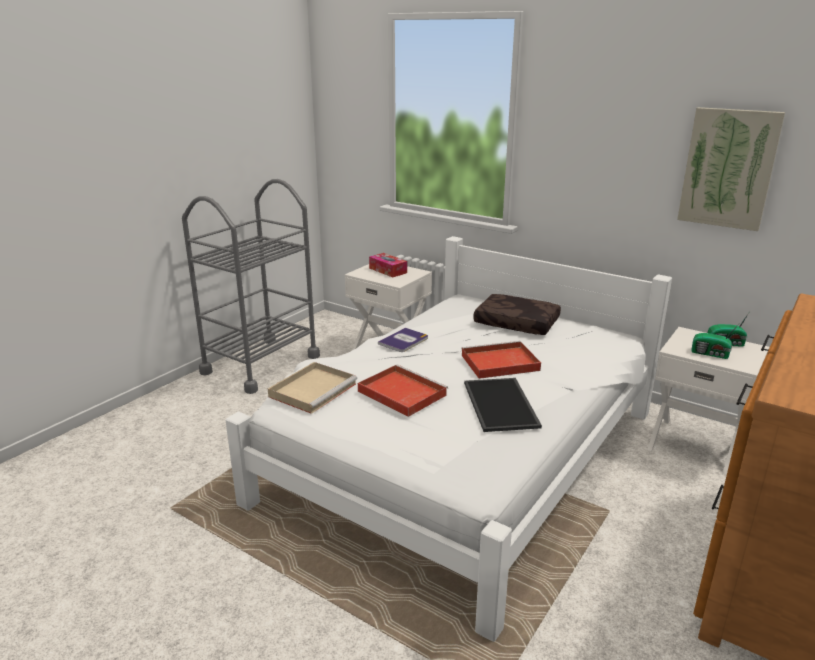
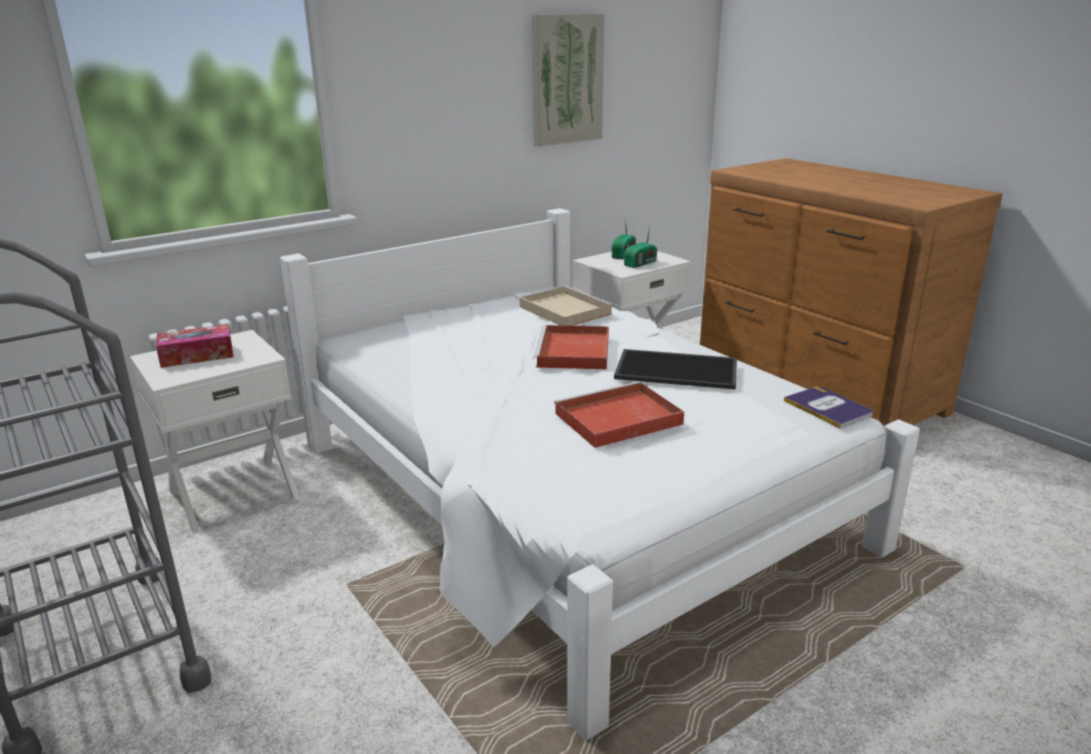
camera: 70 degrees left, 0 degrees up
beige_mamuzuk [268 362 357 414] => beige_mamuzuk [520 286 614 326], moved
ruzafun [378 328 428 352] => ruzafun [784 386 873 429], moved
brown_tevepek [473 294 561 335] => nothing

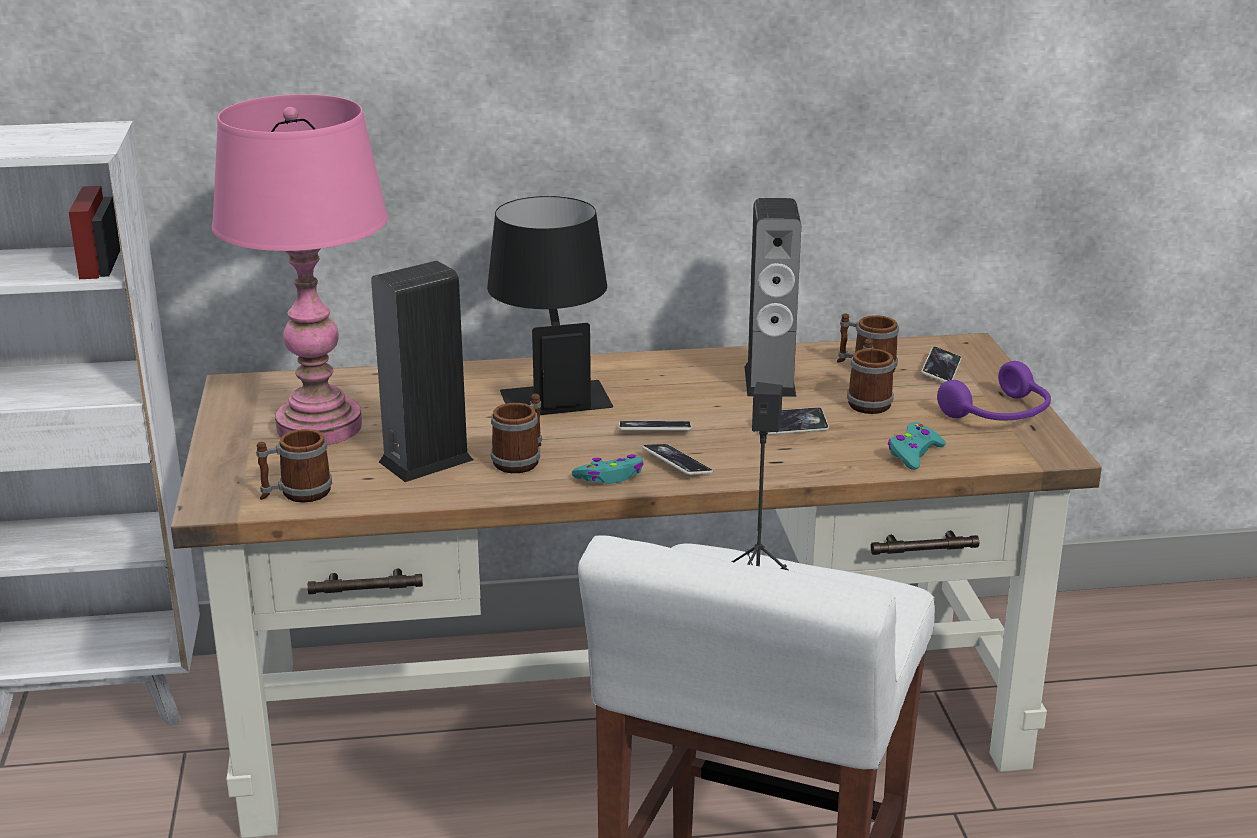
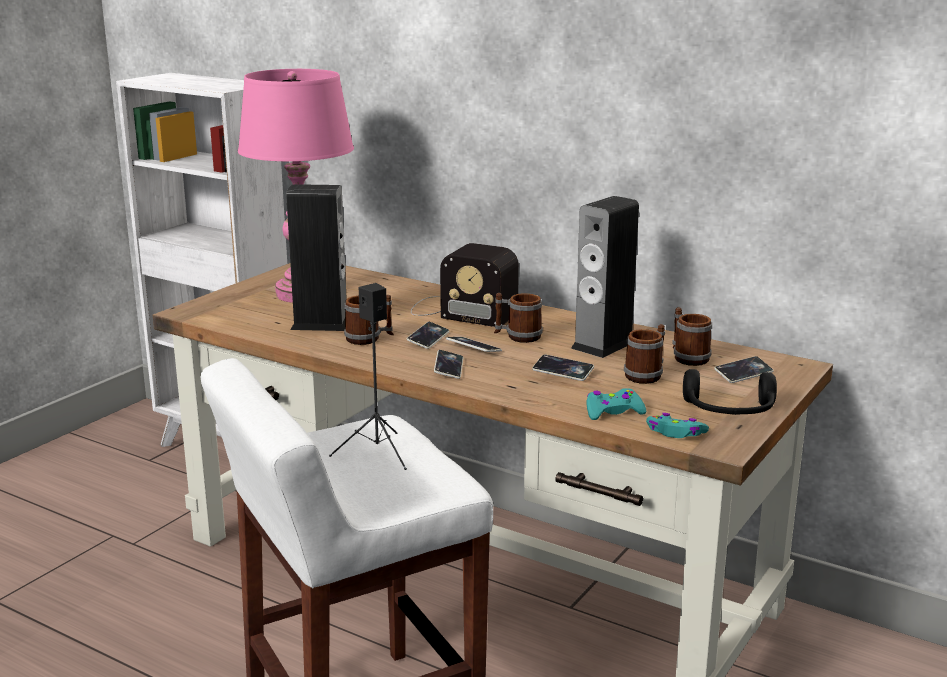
camera: 40 degrees right, 5 degrees down
nothing => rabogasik [407 322 450 349]
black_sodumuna [487 196 613 415] => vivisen [411 243 519 327]
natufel [256 429 332 503] => natufel [494 293 543 343], moved
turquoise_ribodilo [572 454 644 484] => turquoise_ribodilo [646 413 709 438], moved
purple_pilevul [937 361 1051 421] => black_pilevul [683 369 777 415]

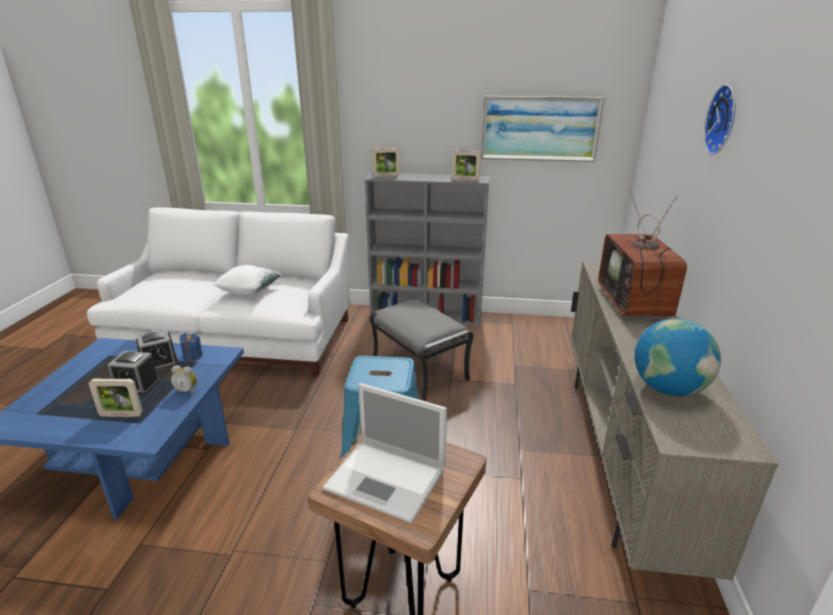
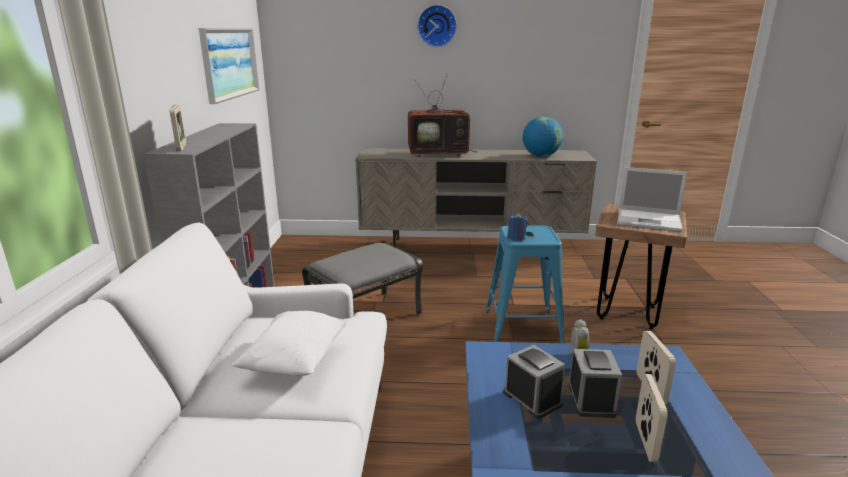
camera: 95 degrees left, 5 degrees down
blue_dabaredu [179 333 203 361] => blue_dabaredu [507 213 528 241], moved
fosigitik [323 383 447 524] => fosigitik [617 167 687 232], 90 degrees clockwise
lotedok [452 151 481 180] => lotedok [636 374 667 462], moved

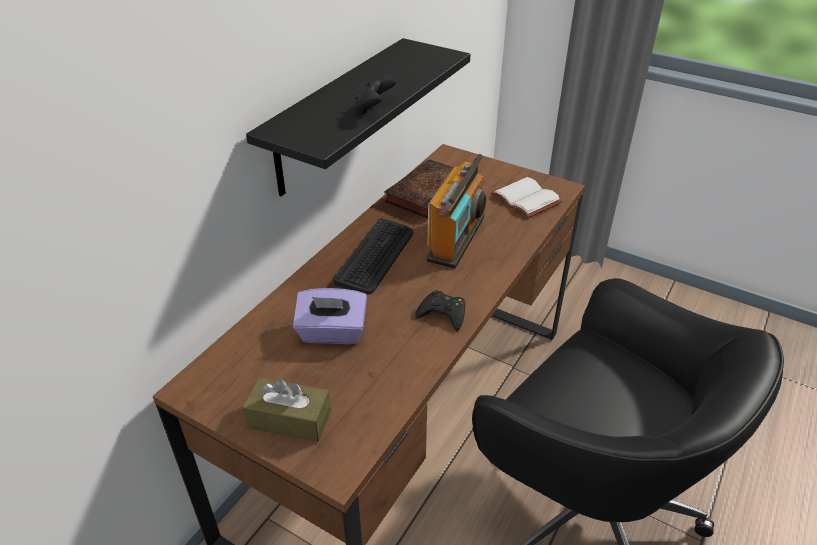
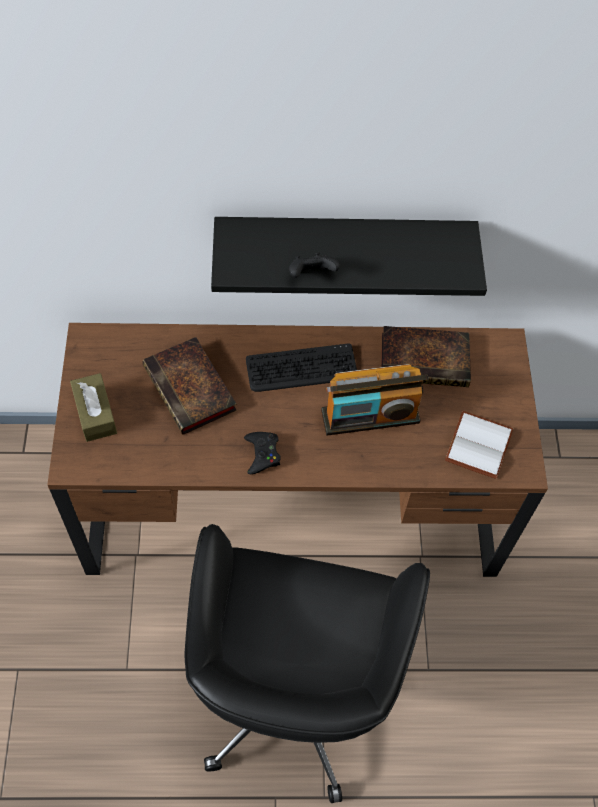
camera: 55 degrees right, 20 degrees up
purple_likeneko [293 288 367 344] => ruzafun [142 337 237 435]

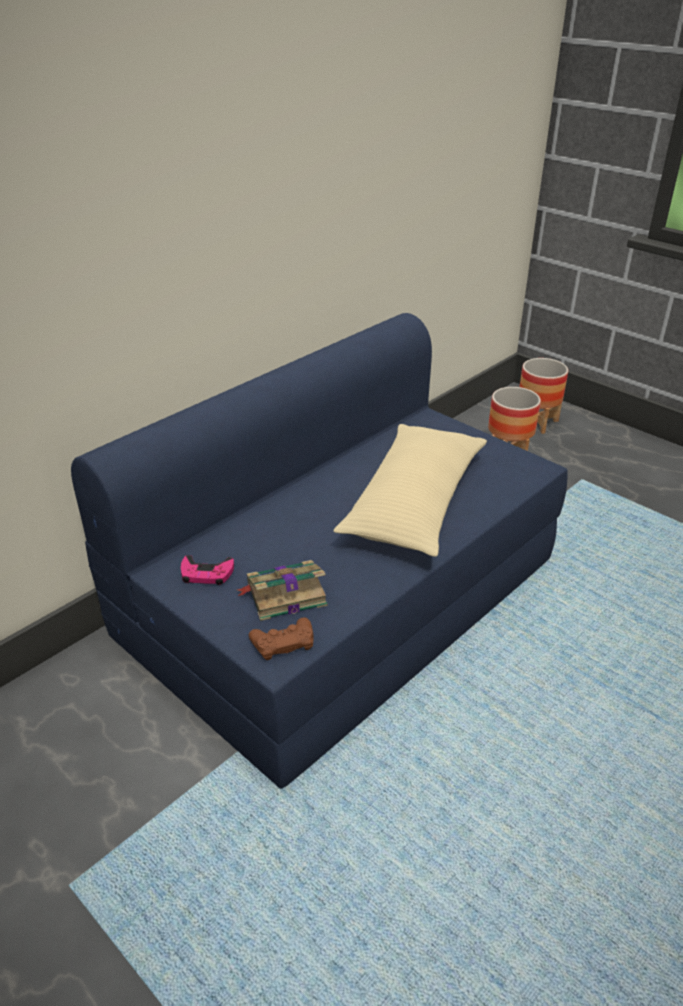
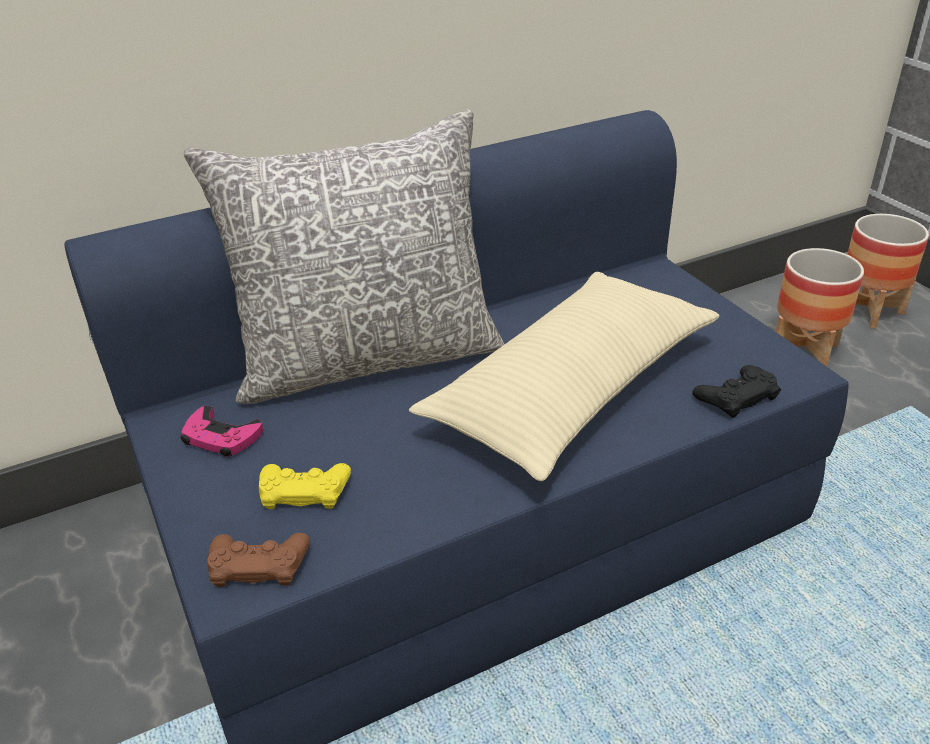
camera: 20 degrees right, 0 degrees up
nothing => grey_tevepek [184 109 505 404]
ruzafun [237 560 328 621] => yellow_ribodilo [259 463 351 509]
nothing => black_ribodilo [692 365 781 418]

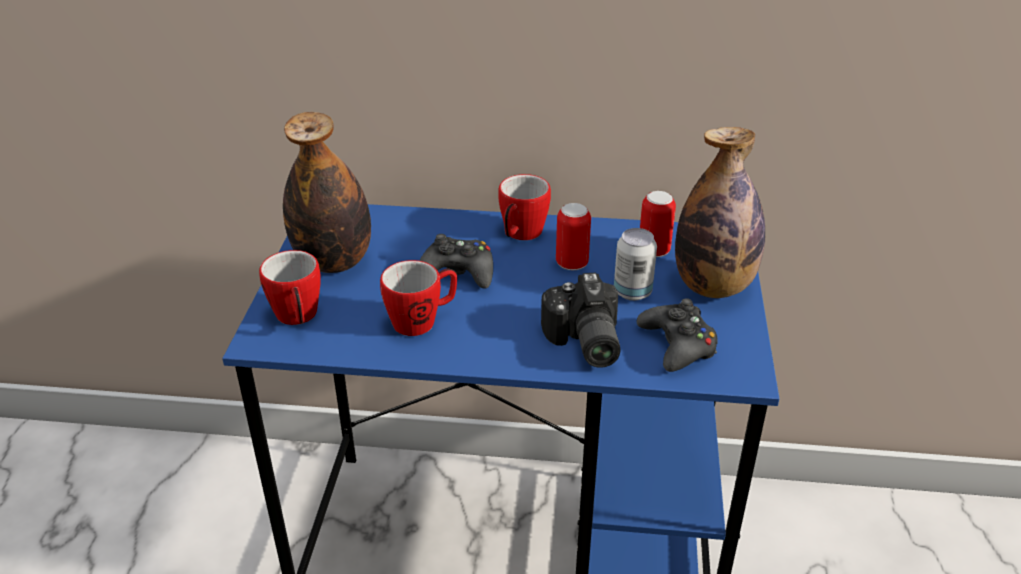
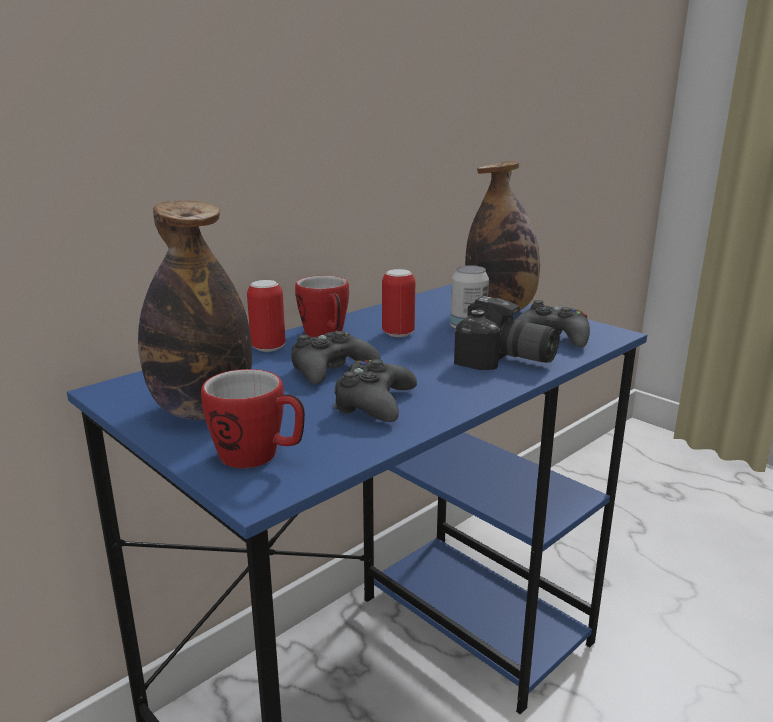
camera: 50 degrees left, 15 degrees down
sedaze [640 191 676 257] => sedaze [247 280 286 352], moved
natufel [380 260 457 336] => black_ribodilo [333 359 417 422]

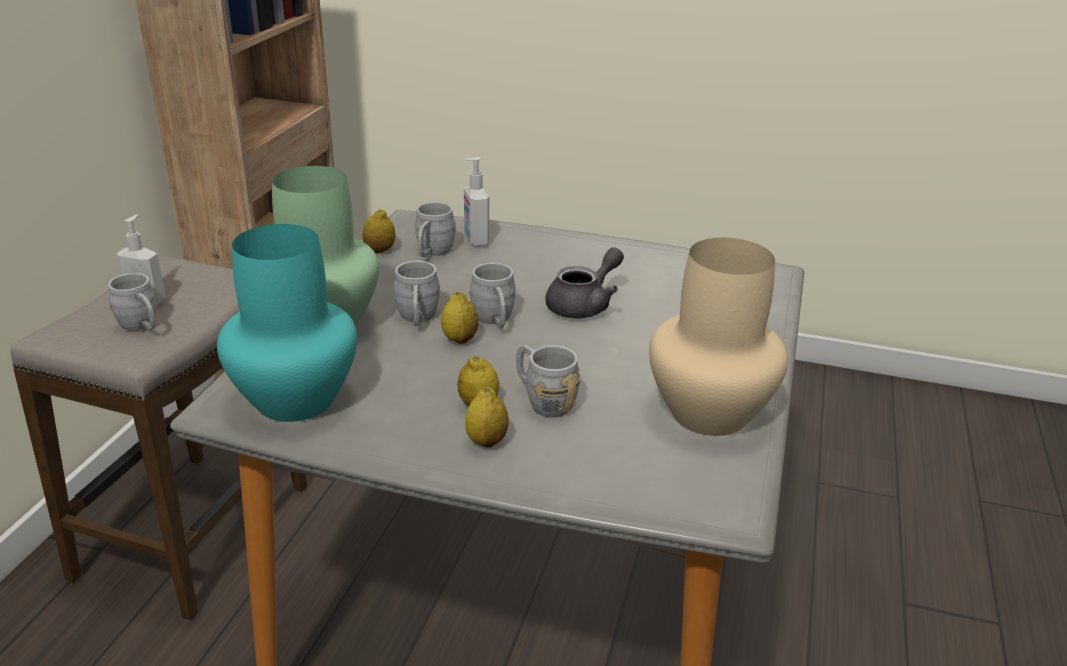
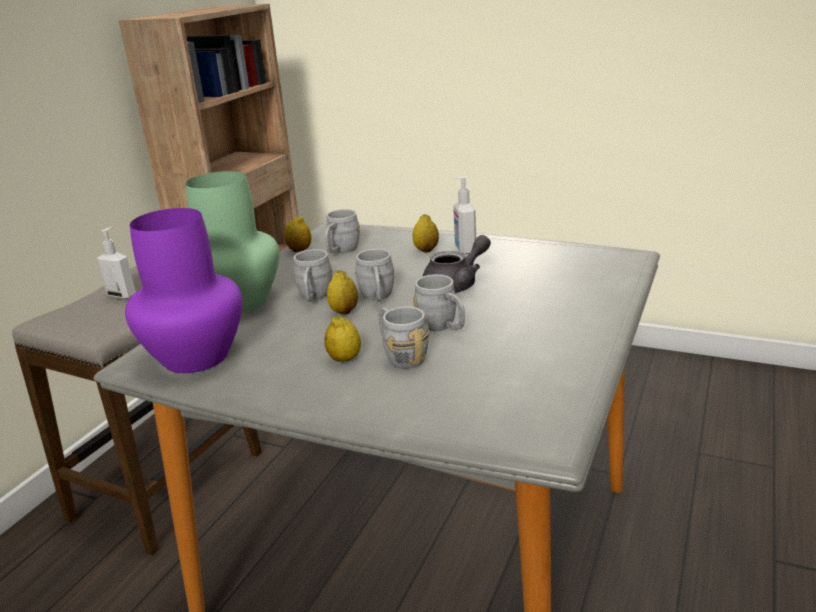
camera: 10 degrees right, 5 degrees down
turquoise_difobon [217 224 357 422] => purple_difobon [125 208 242 373]
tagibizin [465 387 508 448] => tagibizin [413 214 439 253], moved
grey_natufel [108 273 156 330] => grey_natufel [413 274 465 331], moved
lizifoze [464 157 489 246] => lizifoze [453 176 476 254], moved
beige_difobon [649 238 788 436] => nothing

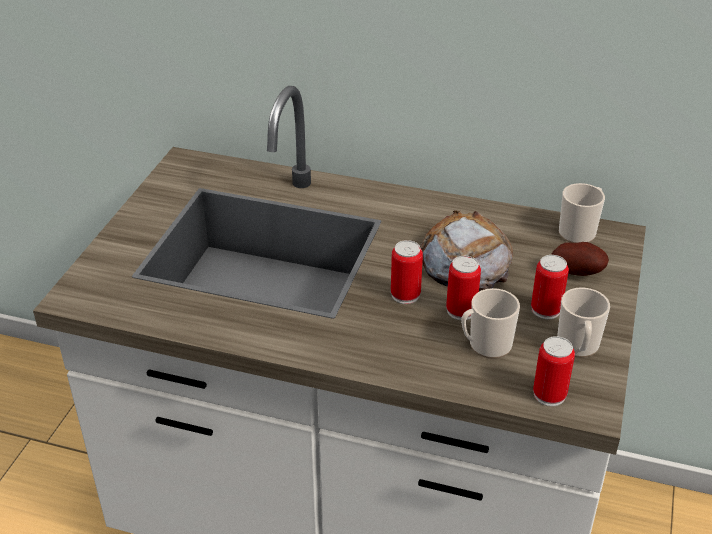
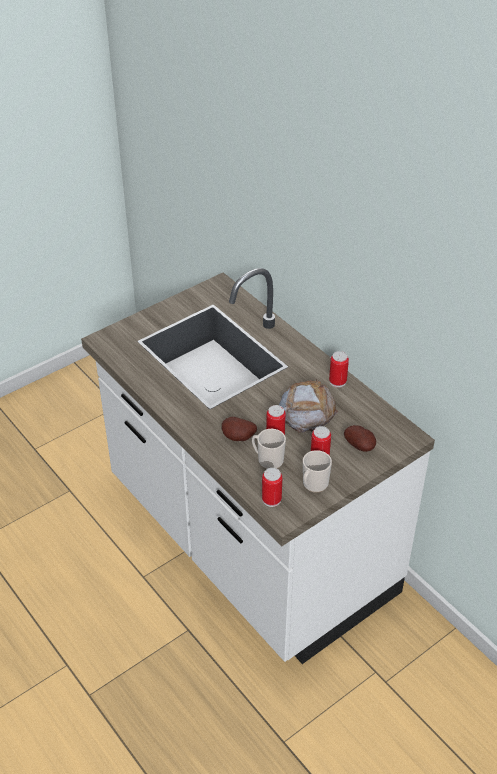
camera: 35 degrees right, 5 degrees up
nothing => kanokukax [222 417 257 441]
sedaze [391 240 423 304] => sedaze [329 351 349 388], moved
natufel [559 183 605 243] => nothing

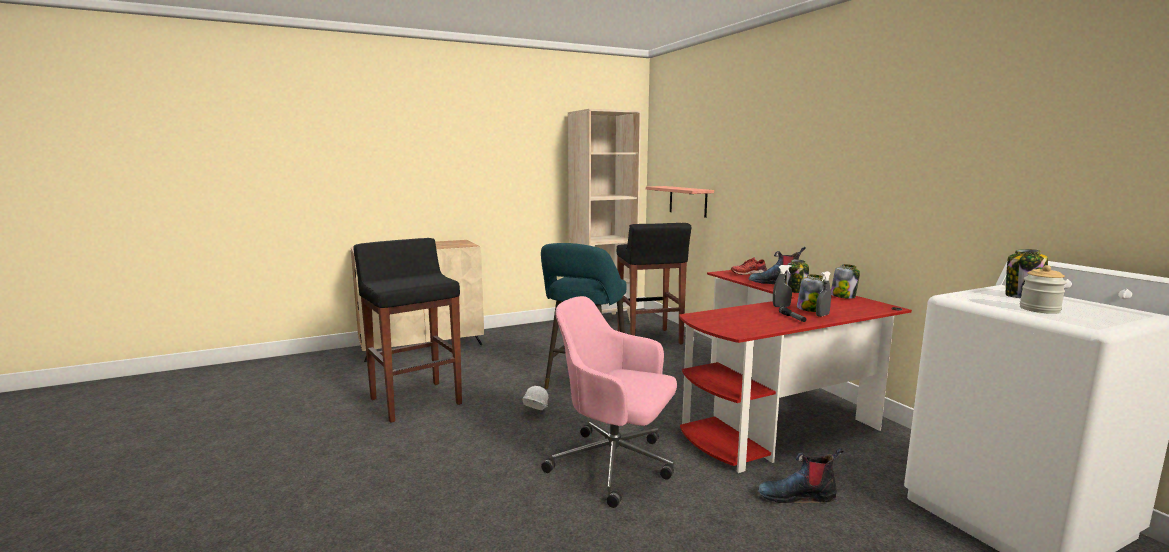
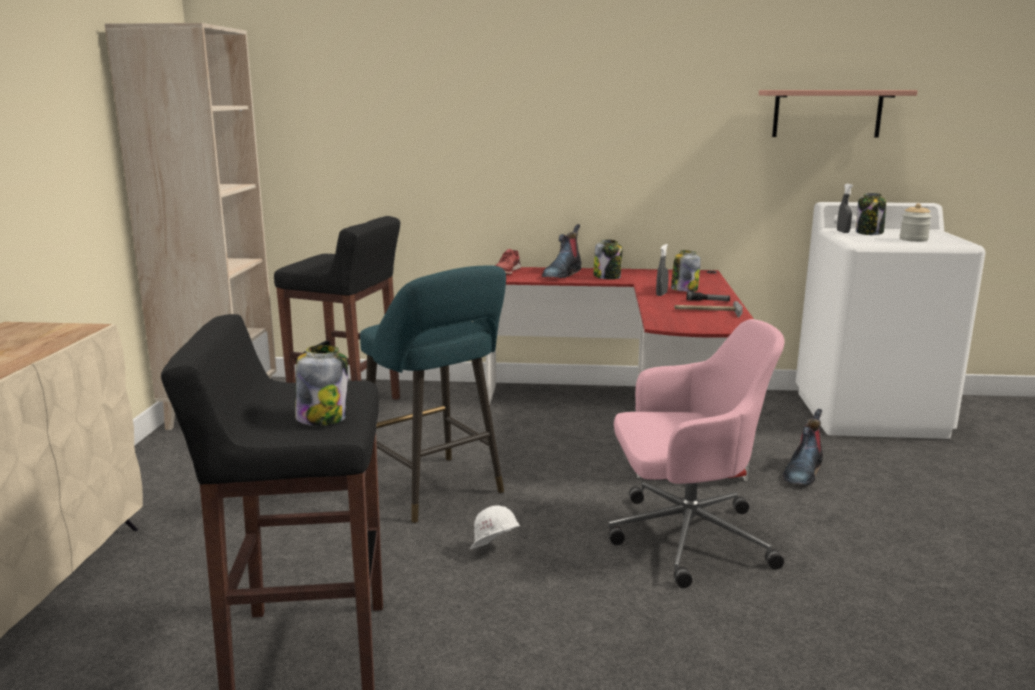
camera: 60 degrees left, 5 degrees up
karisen [831 264 860 299] => karisen [295 345 348 426], moved
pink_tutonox [541 296 677 508] => pink_tutonox [608 319 785 588], 150 degrees counterclockwise
nothing => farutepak [675 301 743 318]
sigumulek [646 186 714 218] => sigumulek [759 90 918 137], moved
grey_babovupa [816 271 831 317] => grey_babovupa [837 184 853 233], moved

